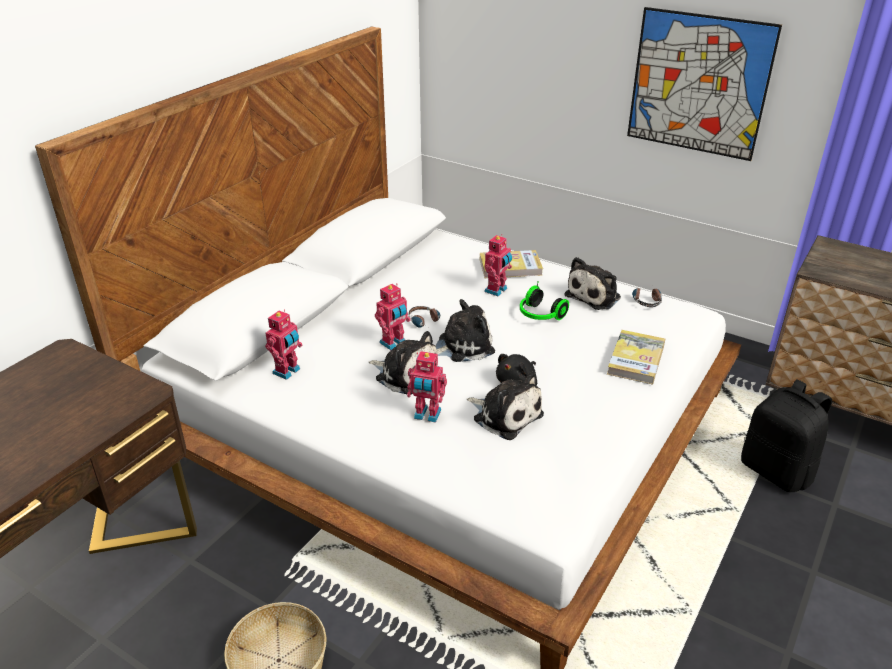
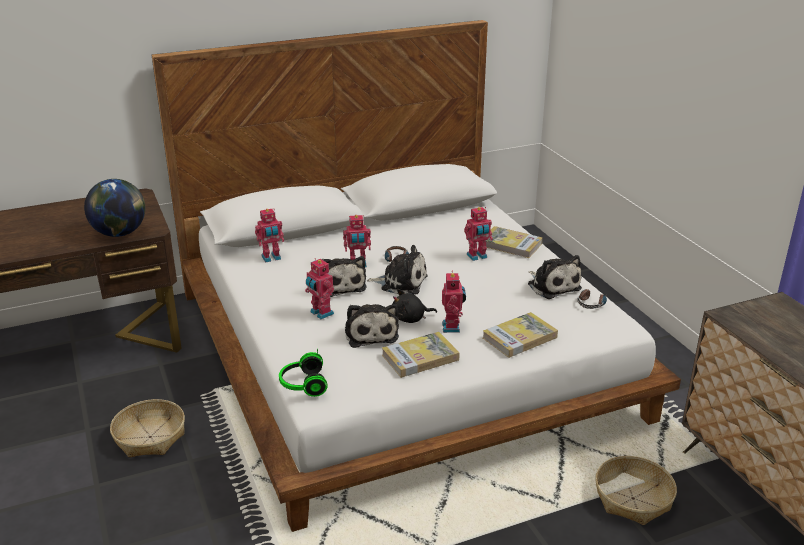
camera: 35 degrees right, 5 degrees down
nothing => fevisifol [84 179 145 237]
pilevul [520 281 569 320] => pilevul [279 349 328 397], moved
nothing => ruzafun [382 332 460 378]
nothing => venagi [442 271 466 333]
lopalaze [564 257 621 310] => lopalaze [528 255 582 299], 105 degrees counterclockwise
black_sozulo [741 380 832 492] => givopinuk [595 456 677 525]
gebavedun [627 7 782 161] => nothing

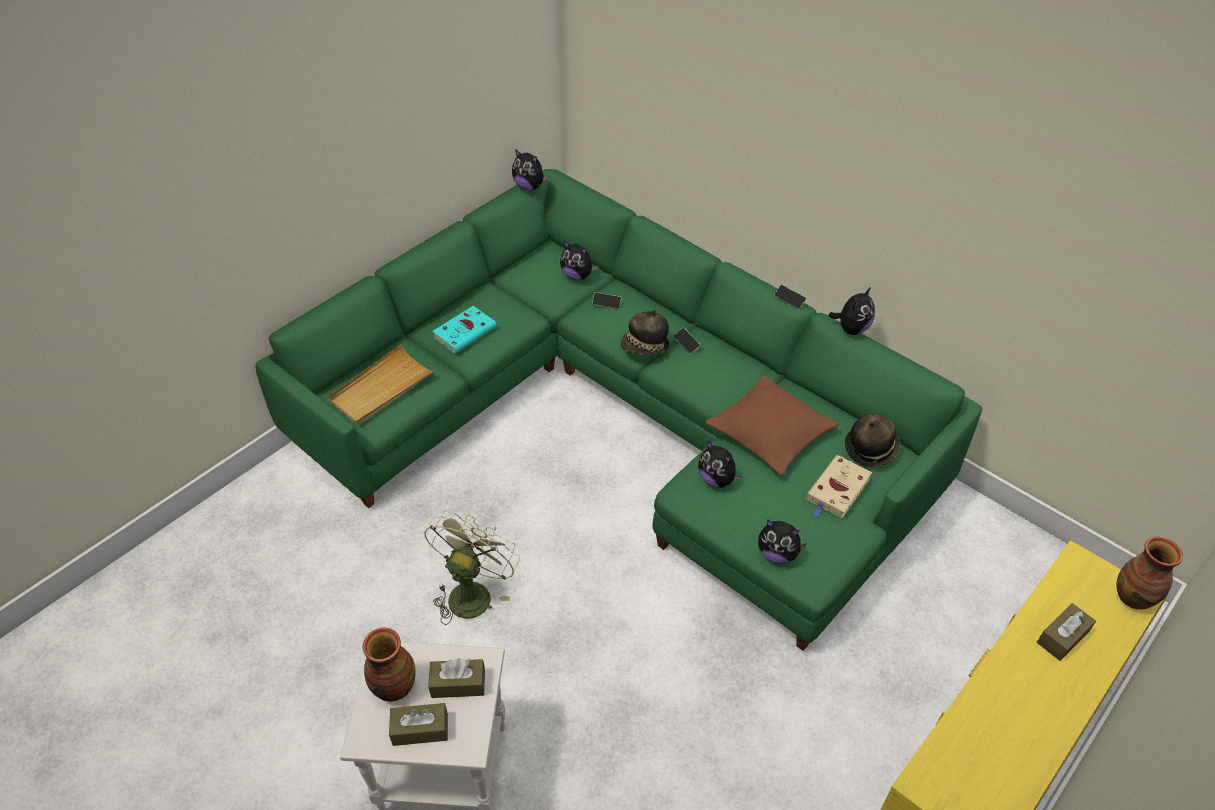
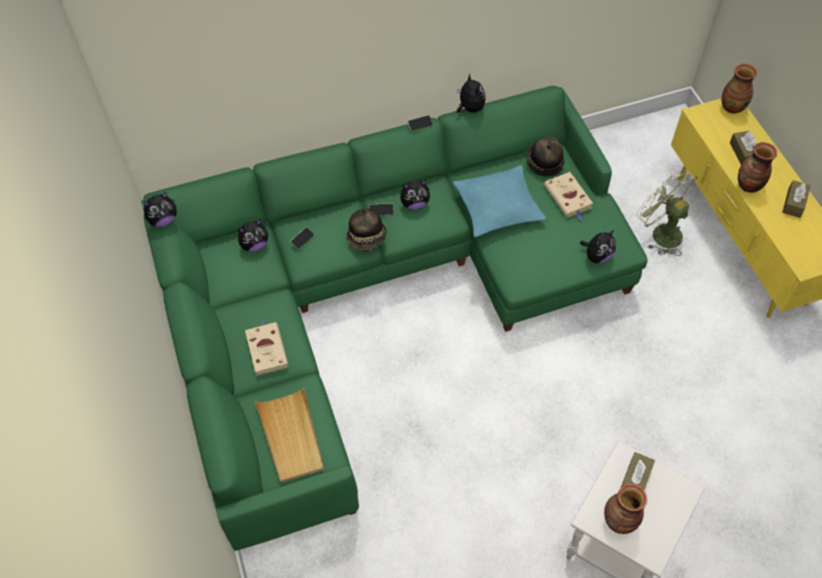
camera: 60 degrees left, 10 degrees up
turquoise_ruzafun [432 306 497 354] => beige_ruzafun [245 321 289 376]
lopalaze [698 440 743 488] => lopalaze [401 180 430 210], moved
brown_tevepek [705 375 839 476] => turquoise_tevepek [453 165 546 237]
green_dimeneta [424 511 520 625] => green_dimeneta [636 169 697 256], moved
nothing => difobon [738 142 777 193]
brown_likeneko [389 703 448 746] => brown_likeneko [782 180 811 218], moved

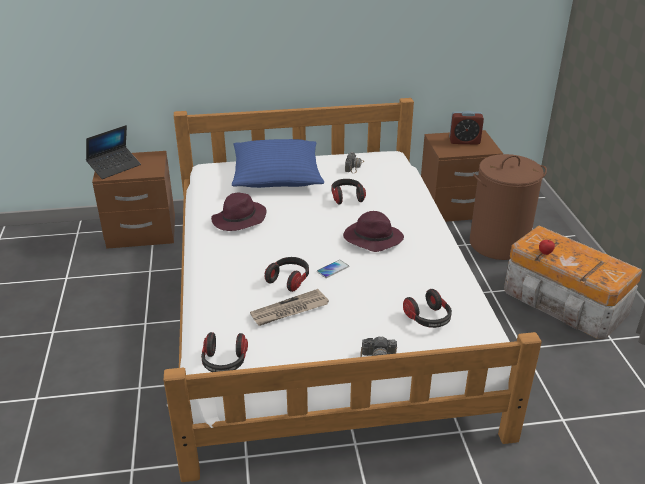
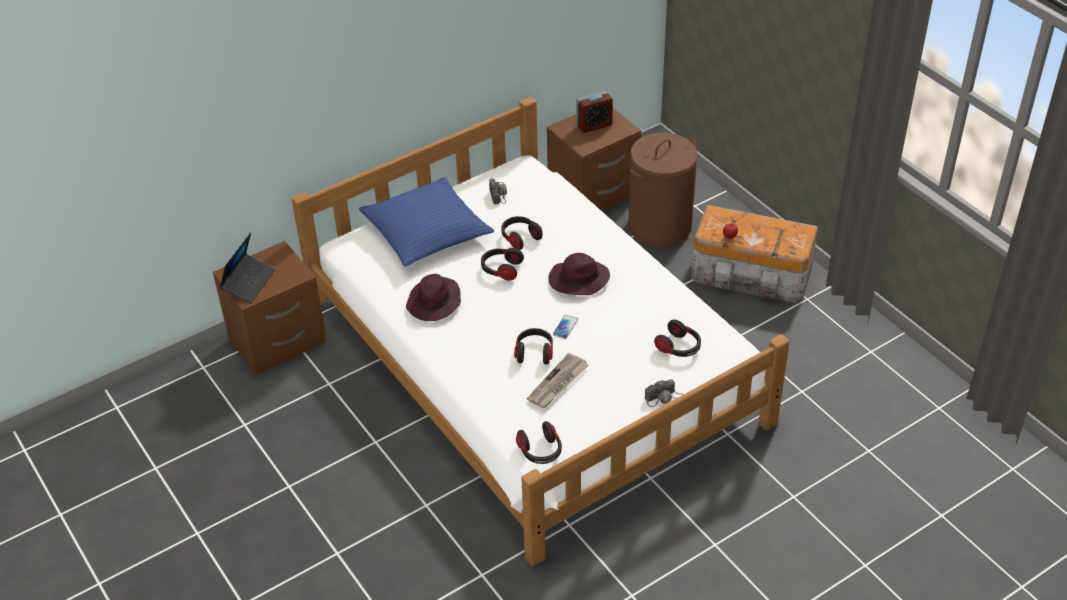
camera: 25 degrees left, 10 degrees up
nothing => pilevul [481 248 524 281]

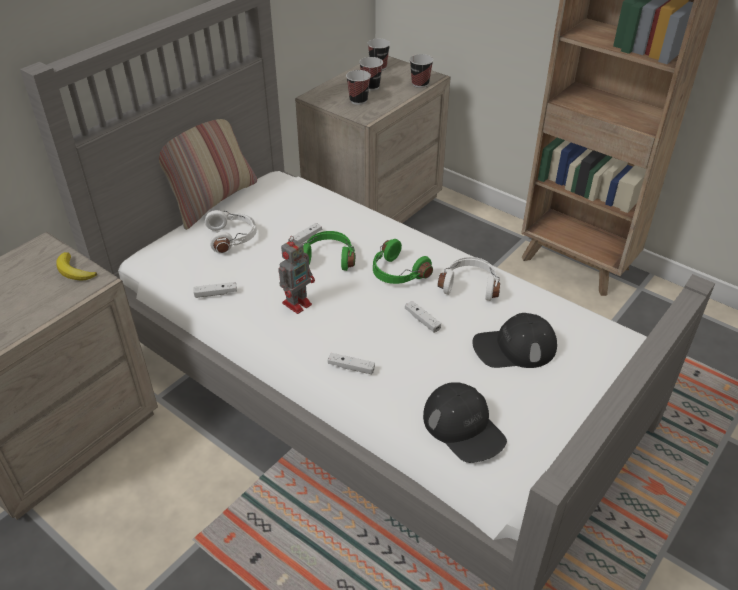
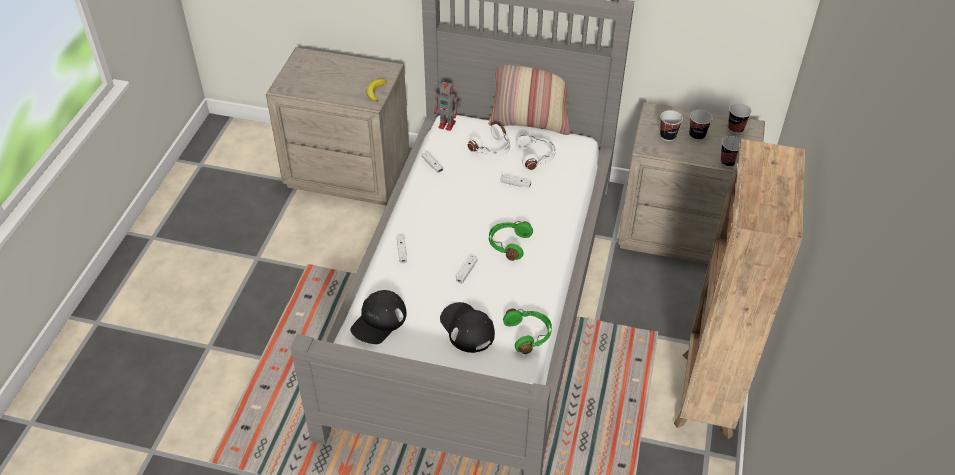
camera: 65 degrees right, 5 degrees up
venagi [278 236 315 314] => venagi [434 79 461 131], moved
green_pilevul [302 231 355 271] => green_pilevul [503 309 552 354], moved
white_pilevul [437 257 501 301] => white_pilevul [516 135 556 170], moved

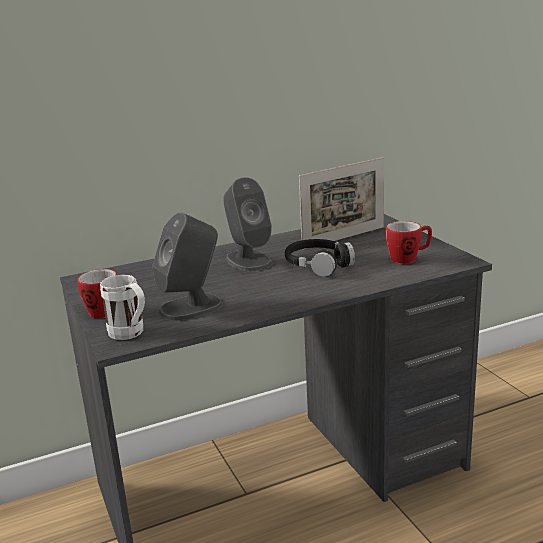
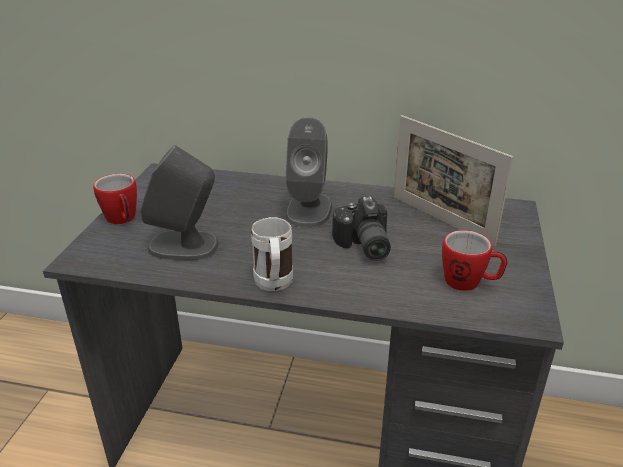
camera: 35 degrees right, 10 degrees up
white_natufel [100 274 145 340] => white_natufel [251 217 293 291], moved
black_pilevul [285 239 355 277] => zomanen [332 196 391 261]
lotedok [299 157 384 250] => lotedok [394 115 513 247], 45 degrees clockwise

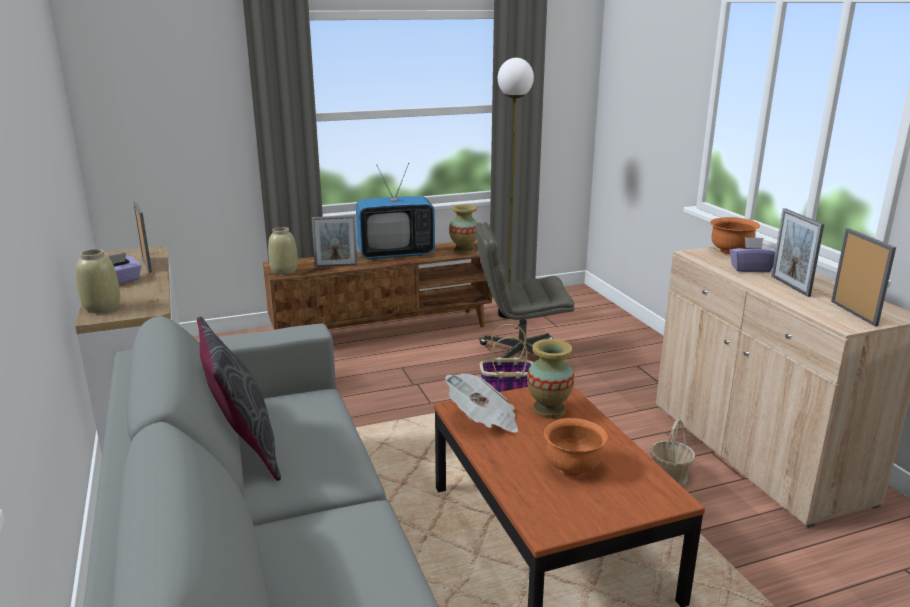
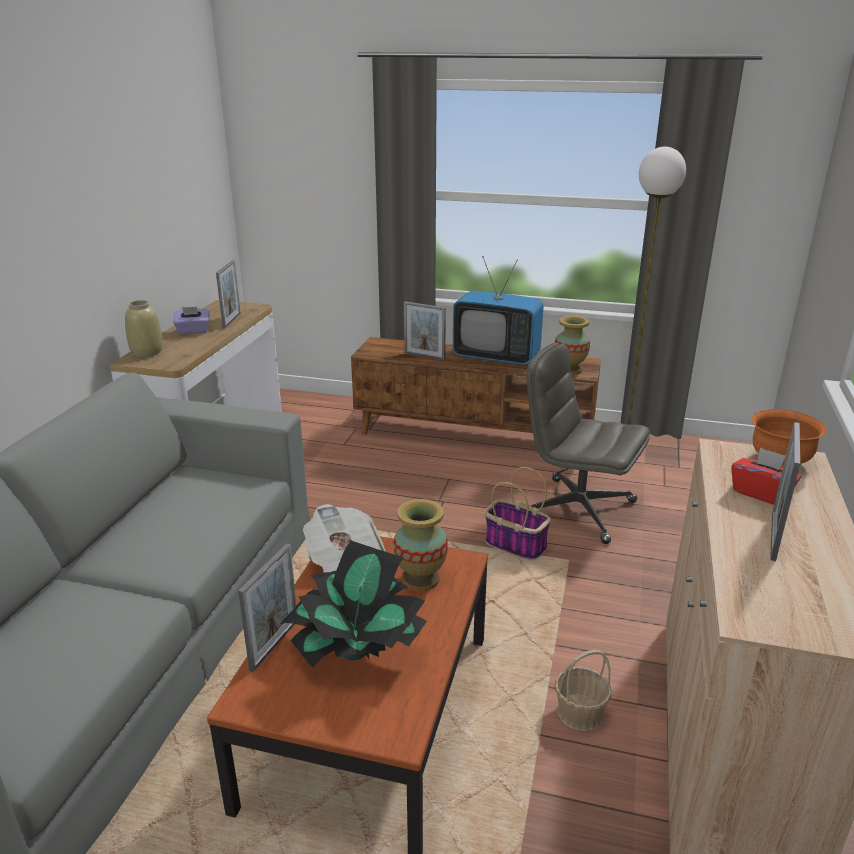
camera: 35 degrees right, 5 degrees up
lotedok [831 228 896 326] => lotedok [238 543 297 672], moved
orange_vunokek [544 418 608 476] => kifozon [279 541 427 668]
purple_likeneko [729 237 775 272] => red_likeneko [731 447 801 505]
grey_tevepek [197 316 281 481] => nothing
beige_difobon [268 227 298 275] => nothing

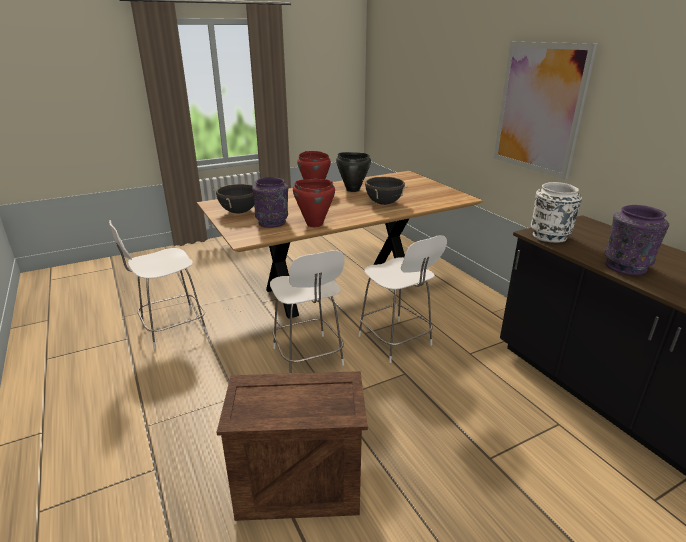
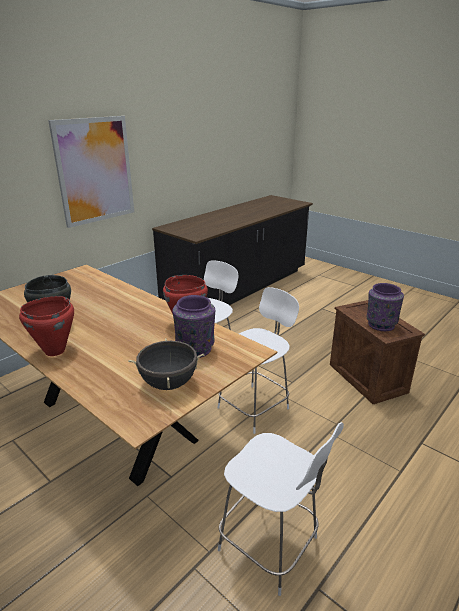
camera: 110 degrees left, 0 degrees up
purple_difobon [605 205 669 275] => purple_difobon [366 283 404 331], moved
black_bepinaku [363 177 408 205] => nothing
white_difobon [531 182 582 243] => nothing

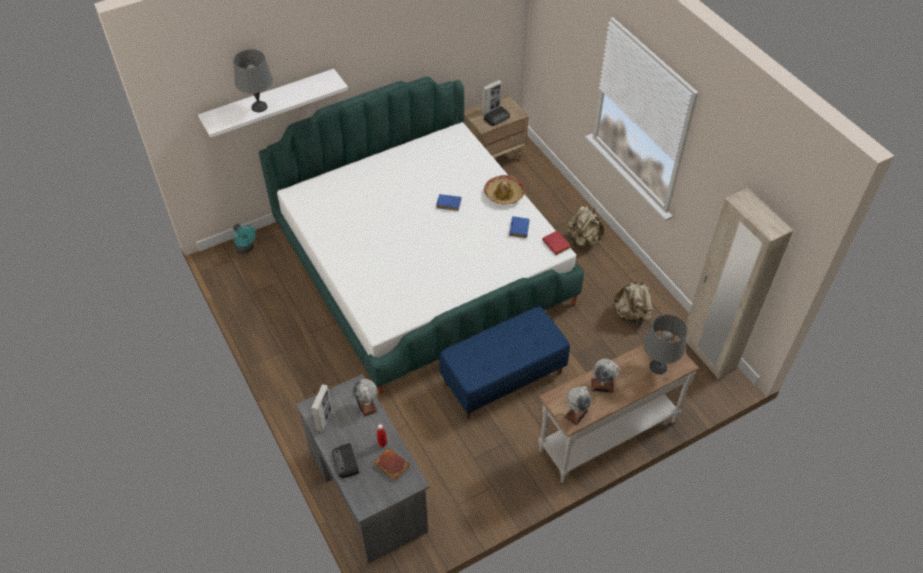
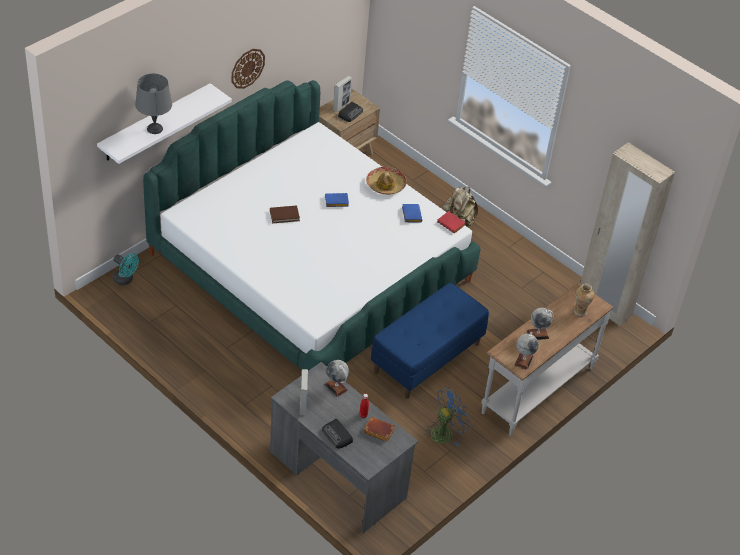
camera: 20 degrees left, 5 degrees down
nothing => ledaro [232 49 265 89]
nothing => brown_ruzafun [270 205 300 223]
nothing => blue_dimeneta [425 387 471 446]
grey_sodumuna [643 314 687 374] => difobon [574 284 594 317]
beige_sozulo [612 279 653 325] => nothing

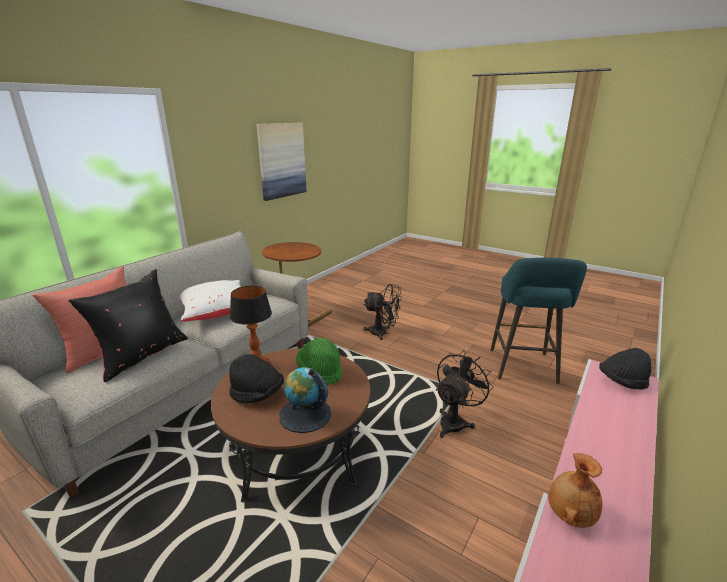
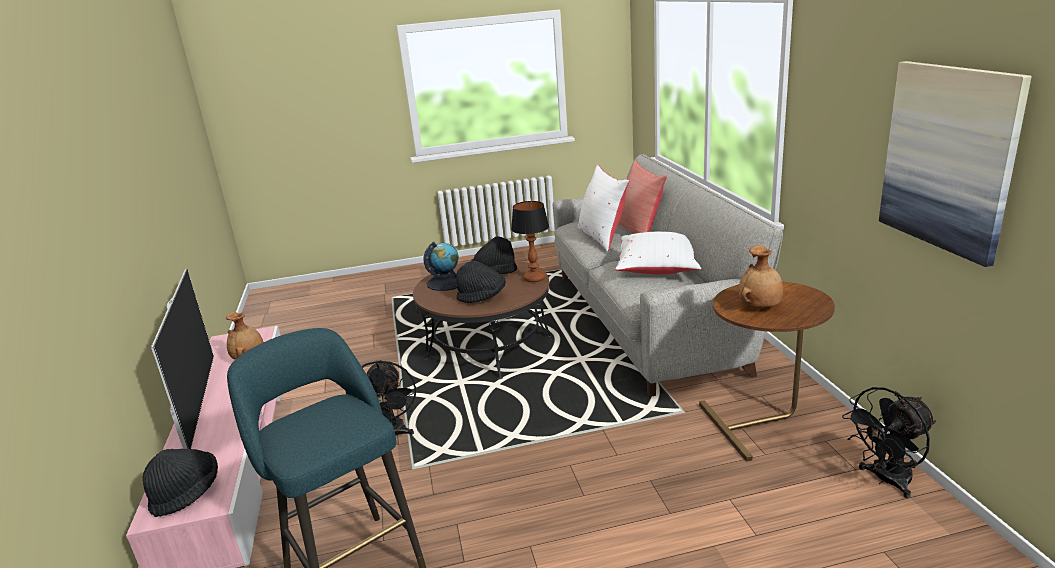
camera: 135 degrees right, 0 degrees up
nothing => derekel [151 269 214 449]
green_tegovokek [296 338 342 385] => black_tegovokek [456 261 506 303]
black_tevepek [68 269 188 382] => white_tevepek [578 165 629 252]
nothing => brown_difobon [739 245 783 307]
black_dimeneta [363 284 402 340] => black_dimeneta [842 387 936 498], moved

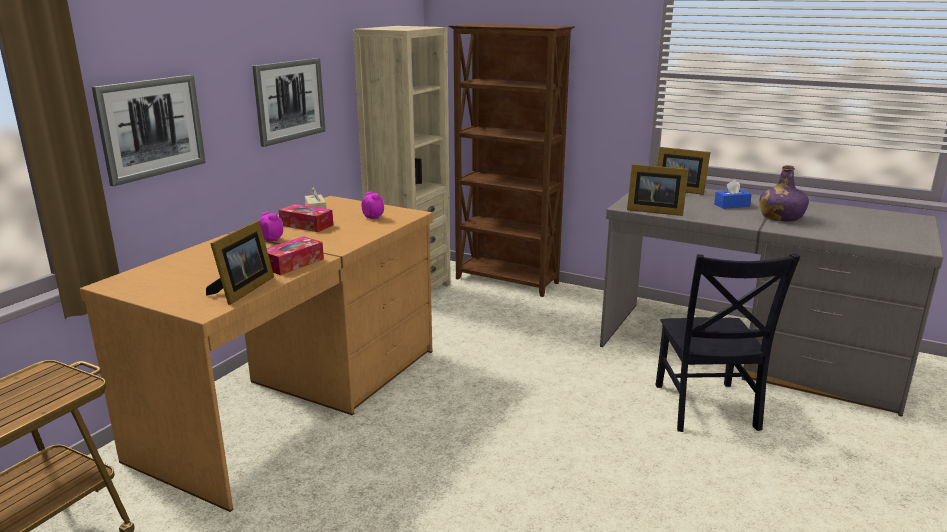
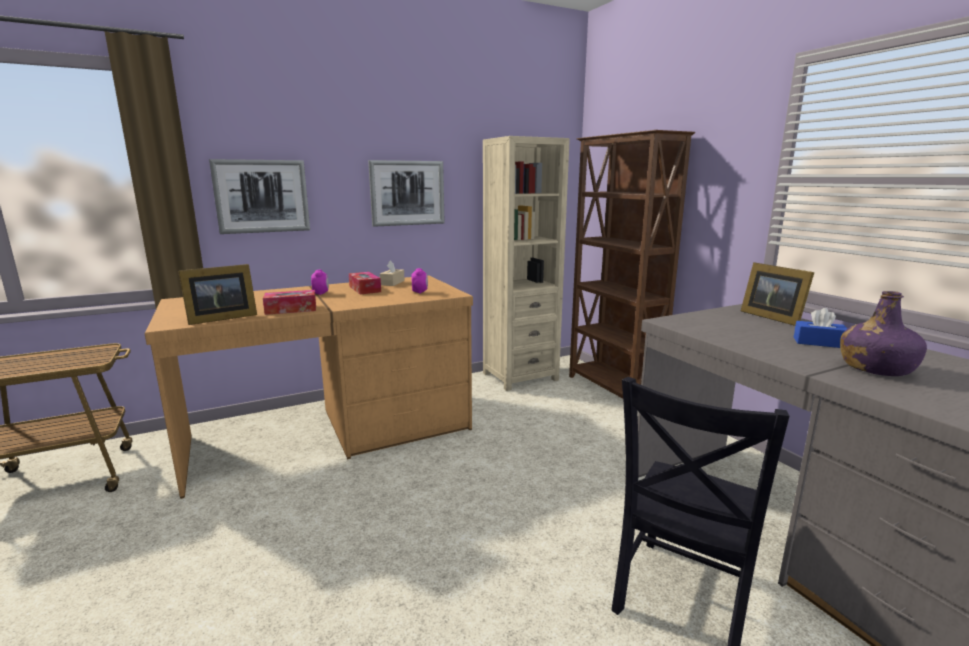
camera: 35 degrees right, 5 degrees down
lotedok [627 164 689 216] => nothing

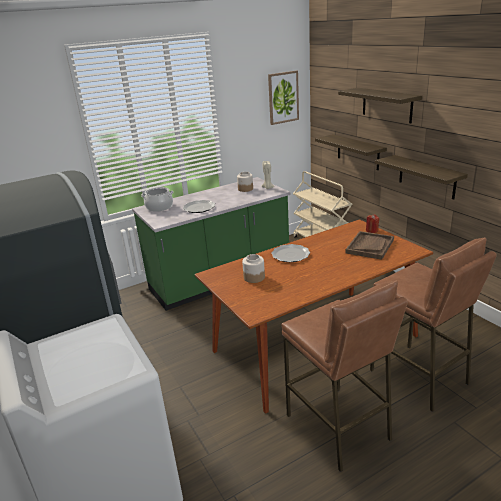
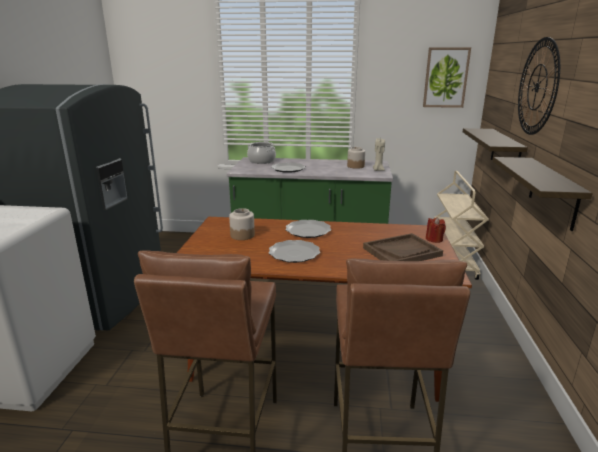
camera: 35 degrees right, 5 degrees down
nothing => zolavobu [269 240 320 263]
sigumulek [338 88 422 123] => ledaro [518 37 560 135]

